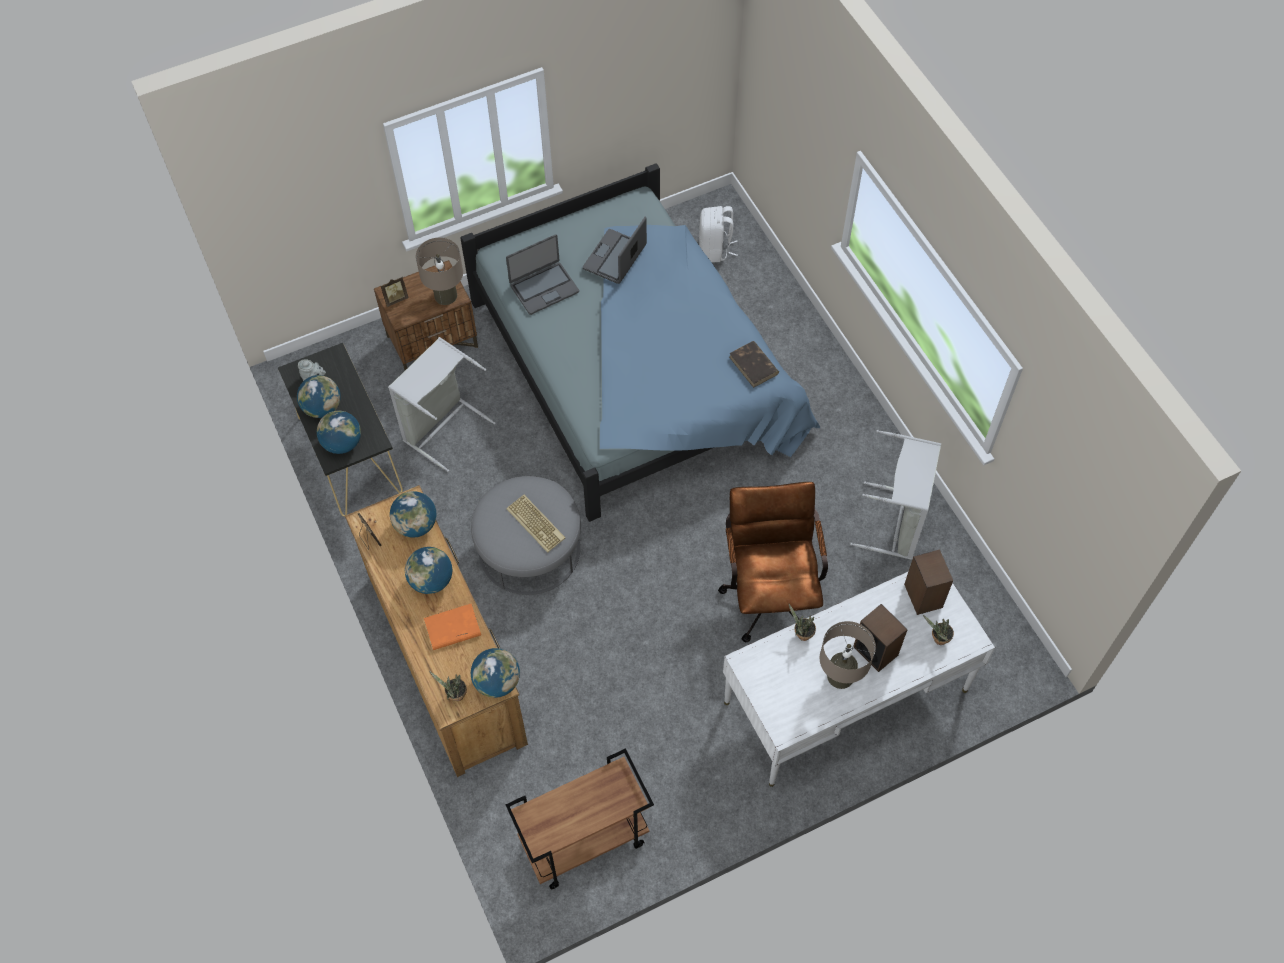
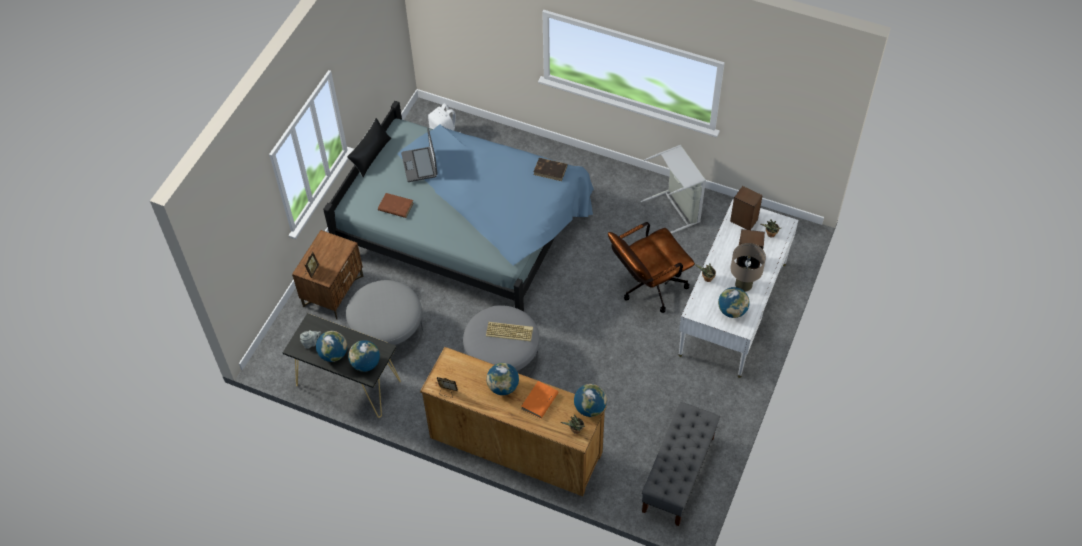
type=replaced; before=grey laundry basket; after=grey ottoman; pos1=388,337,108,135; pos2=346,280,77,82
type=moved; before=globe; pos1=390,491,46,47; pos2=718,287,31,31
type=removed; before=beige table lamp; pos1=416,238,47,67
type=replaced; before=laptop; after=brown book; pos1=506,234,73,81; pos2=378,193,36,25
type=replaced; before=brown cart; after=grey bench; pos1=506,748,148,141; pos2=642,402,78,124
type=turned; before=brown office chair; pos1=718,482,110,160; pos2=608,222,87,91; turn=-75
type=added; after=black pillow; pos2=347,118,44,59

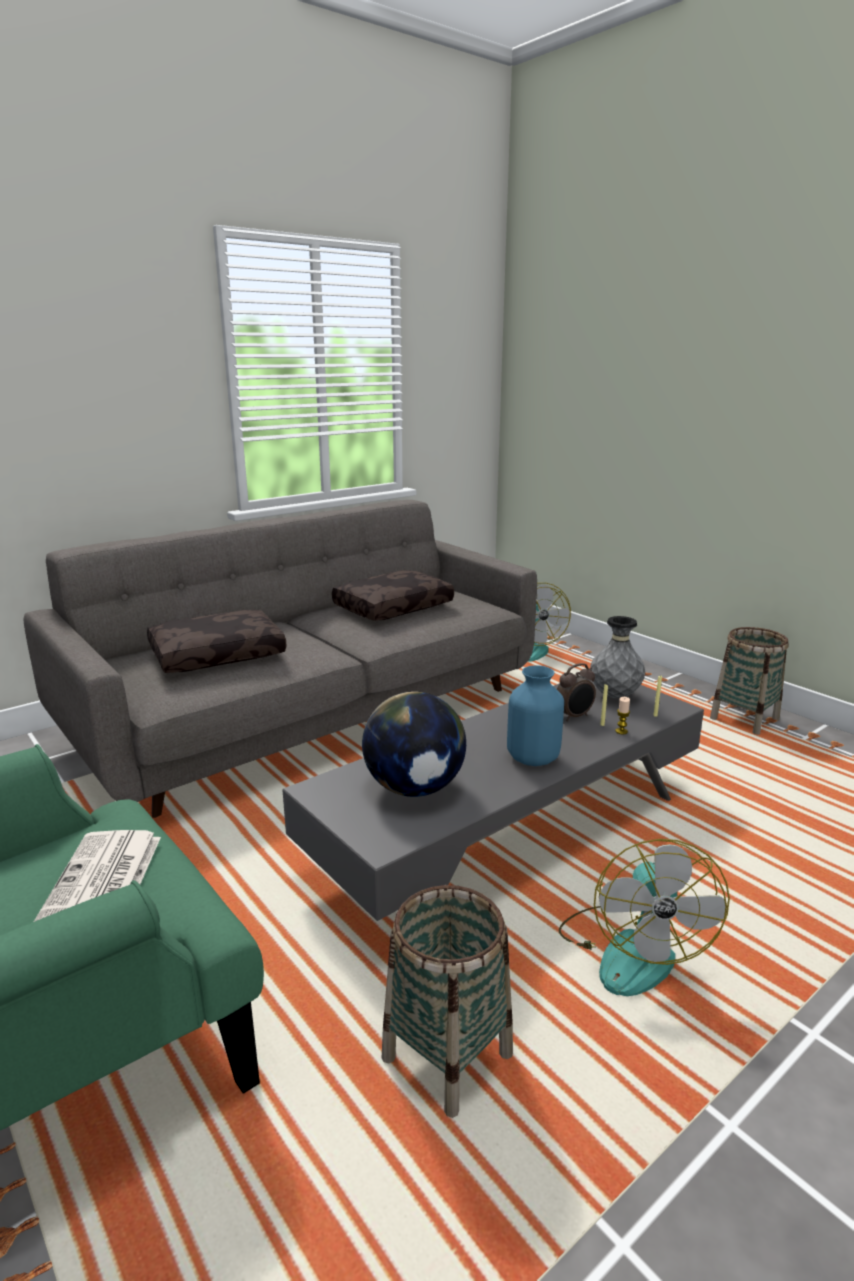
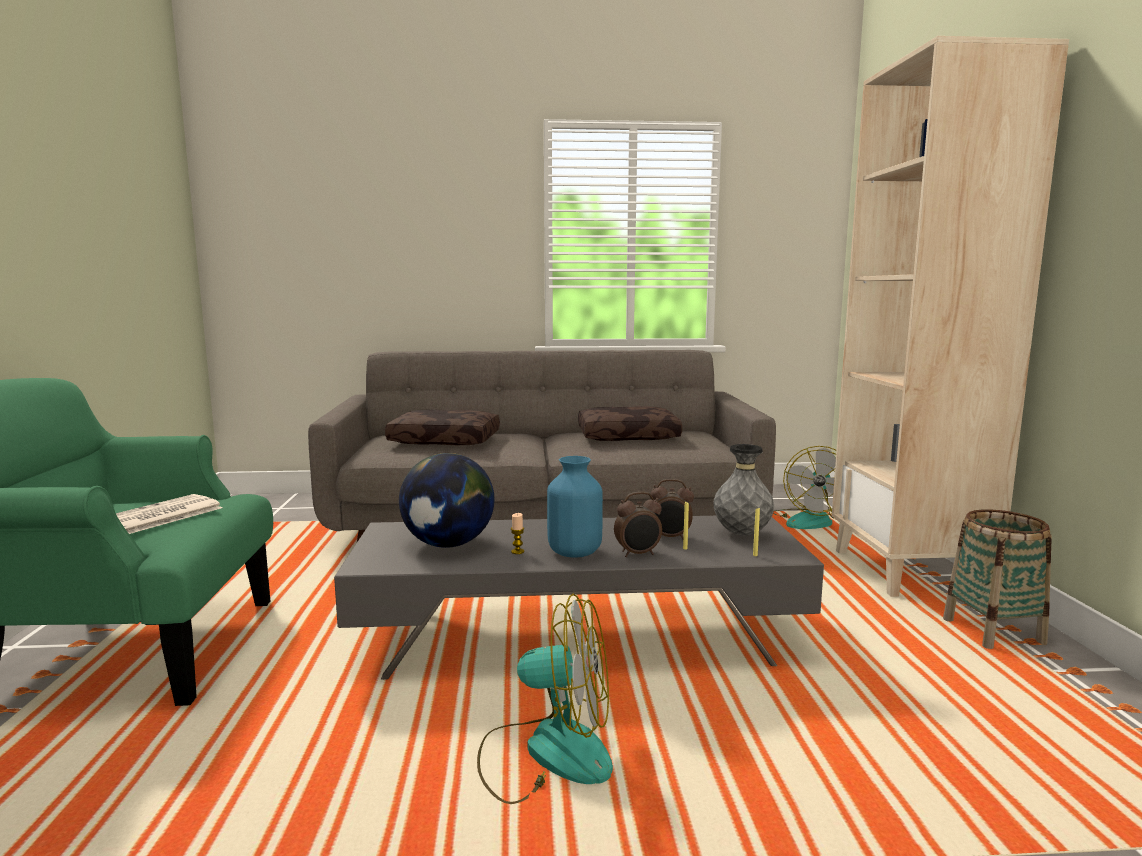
type=removed; before=basket; pos1=382,885,131,233
type=turned; before=fan; pos1=559,839,171,157; pos2=477,594,136,210; turn=-120
type=moved; before=candle; pos1=615,697,15,37; pos2=511,513,13,41
type=added; after=alarm clock; pos2=614,492,48,65
type=added; after=beige bookcase; pos2=832,36,237,561

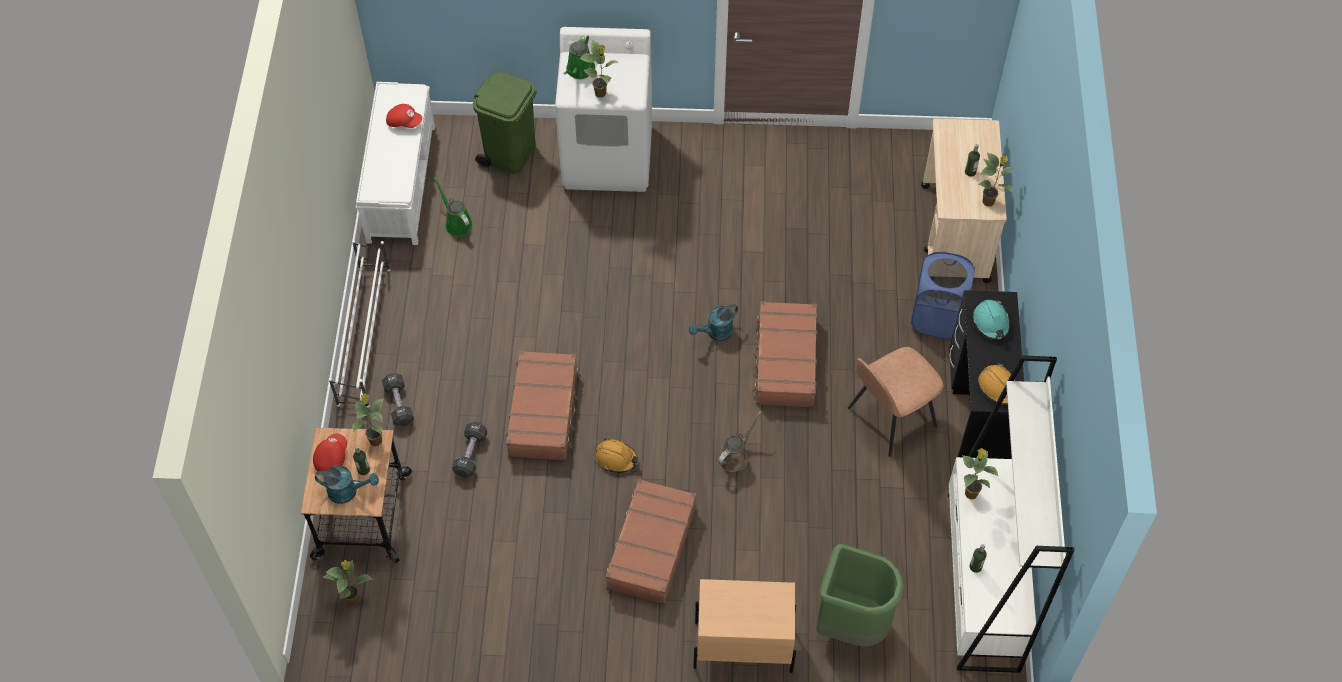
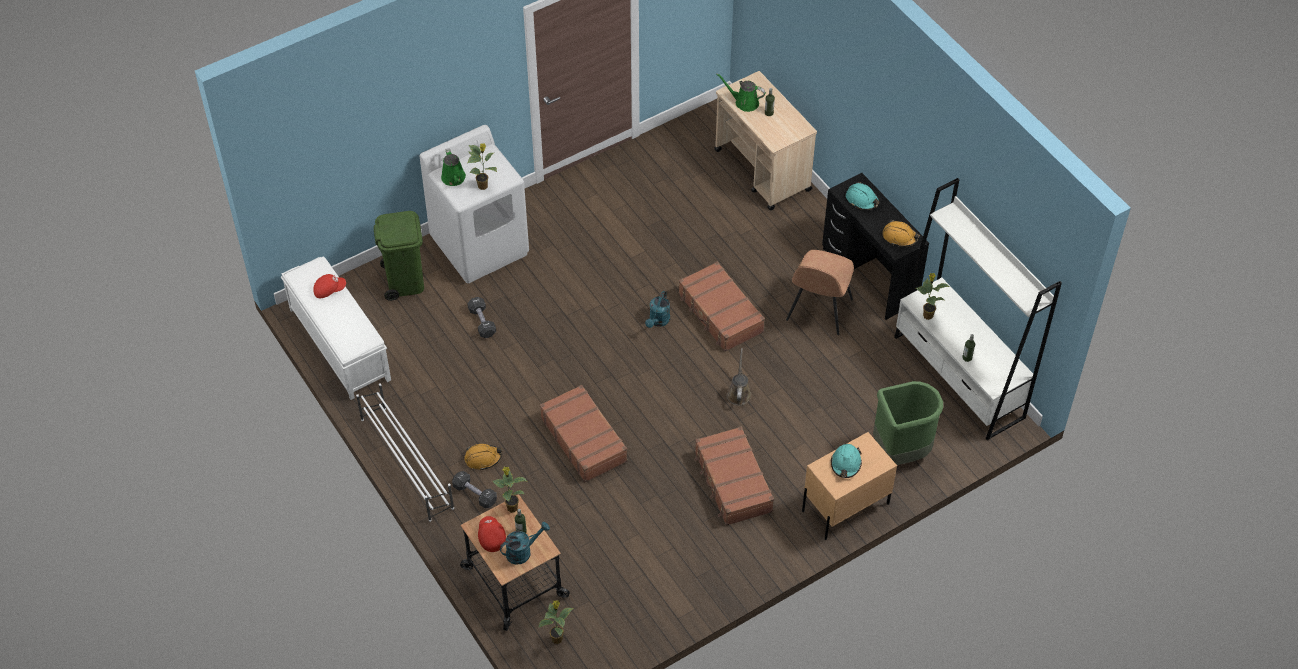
type=moved; before=green watering can; pos1=434,177,39,60; pos2=716,73,50,39
type=moved; before=black dumbbell; pos1=452,422,35,56; pos2=467,297,29,41
type=moved; before=orange hard hat; pos1=595,437,44,36; pos2=464,444,38,26
type=removed; before=blue laundry basket; pos1=911,252,64,87
type=removed; before=potted plant; pos1=979,153,35,54
type=added; after=turquoise hard hat; pos2=831,444,31,34

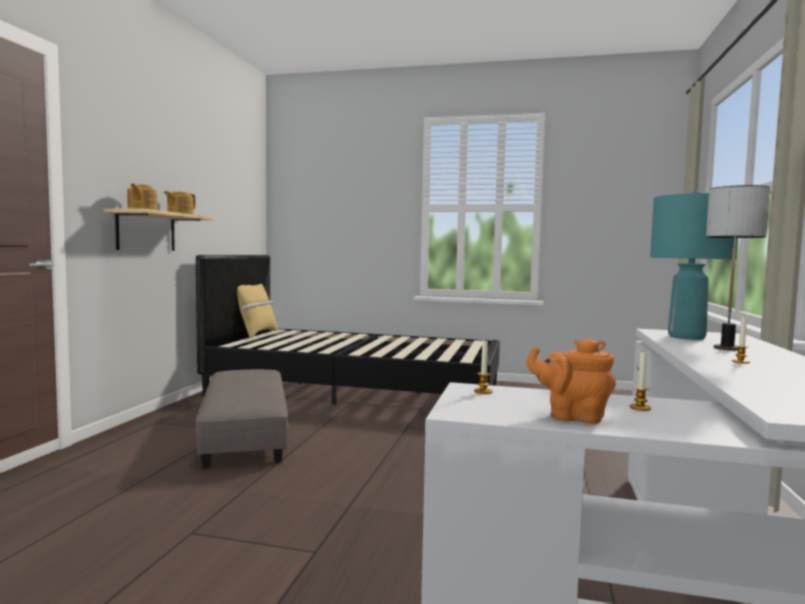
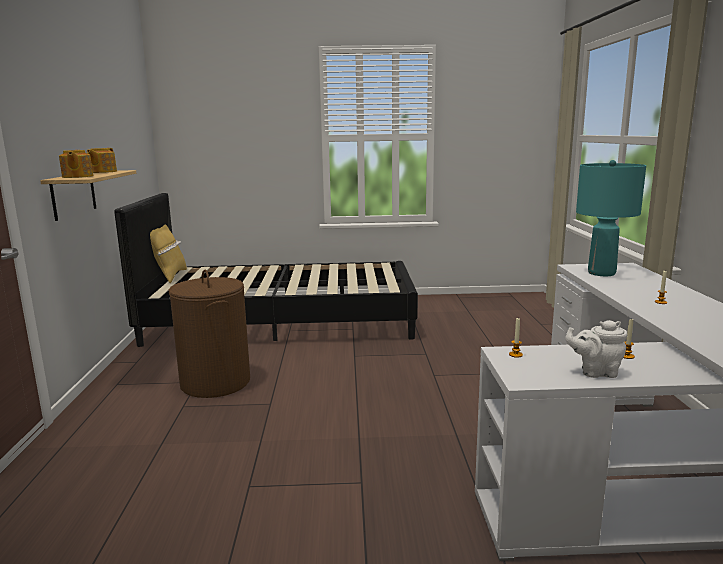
type=replaced; before=grey ottoman; after=brown laundry basket; pos1=196,369,92,99; pos2=168,270,82,128
type=recoloured; before=orange teapot; after=white teapot; pos1=526,338,90,86; pos2=565,320,62,58
type=removed; before=table lamp; pos1=706,185,64,166

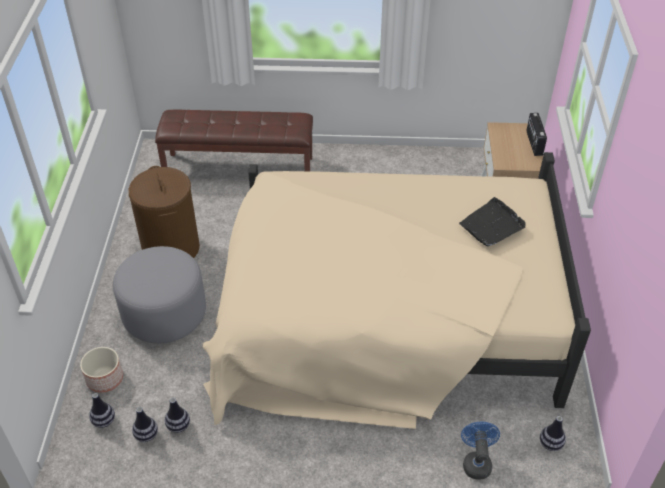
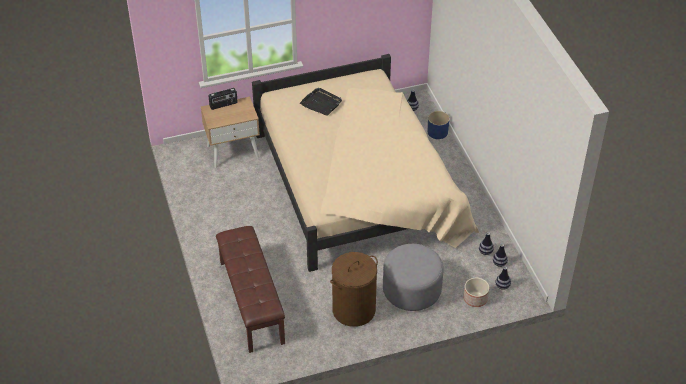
type=replaced; before=blue fan; after=blue planter; pos1=461,422,39,58; pos2=428,111,22,28

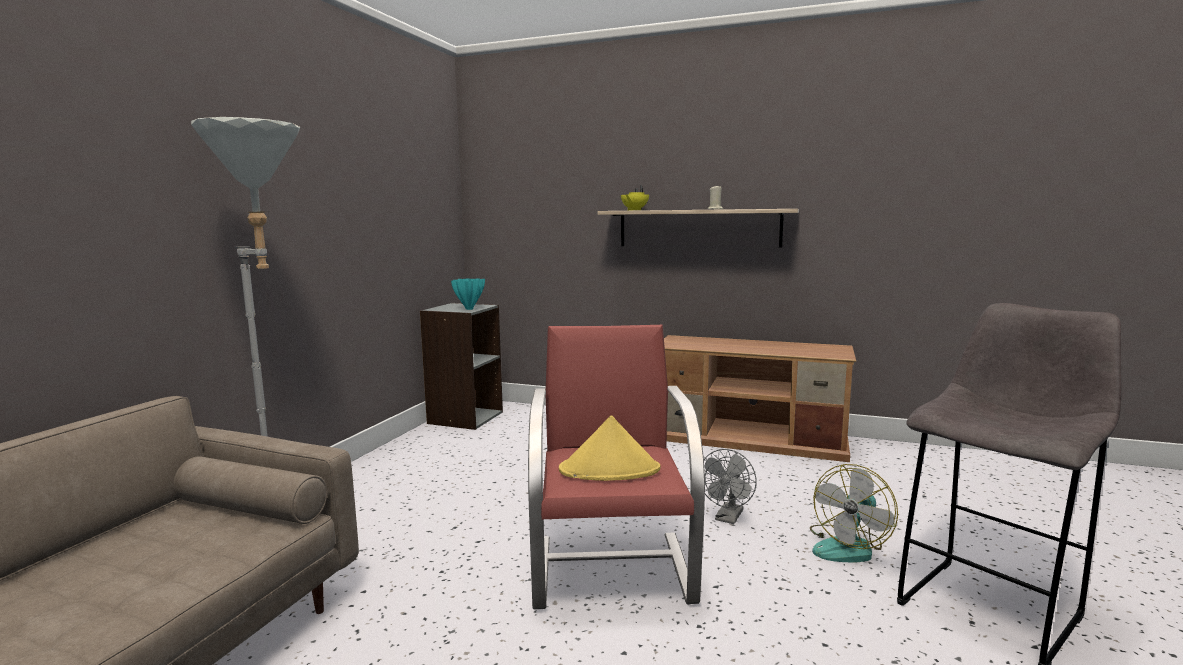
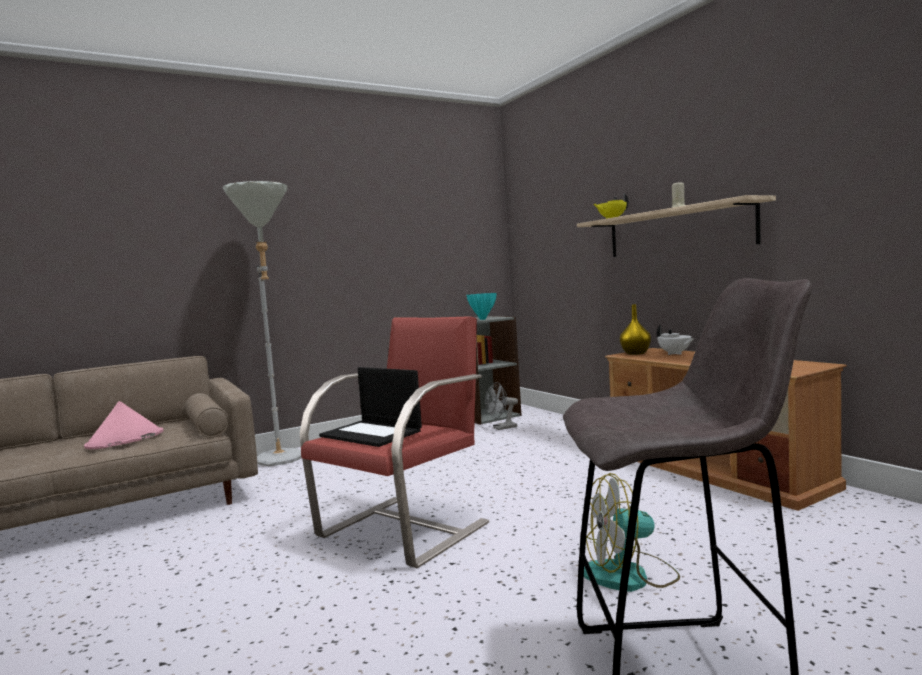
type=replaced; before=yellow hat; after=laptop; pos1=559,415,102,66; pos2=319,367,103,80
type=moved; before=grey fan; pos1=704,449,53,75; pos2=485,382,33,48
type=added; after=pink hat; pos2=84,401,80,48
type=added; after=yellow vase; pos2=620,304,31,51
type=added; after=white teapot; pos2=657,325,38,30

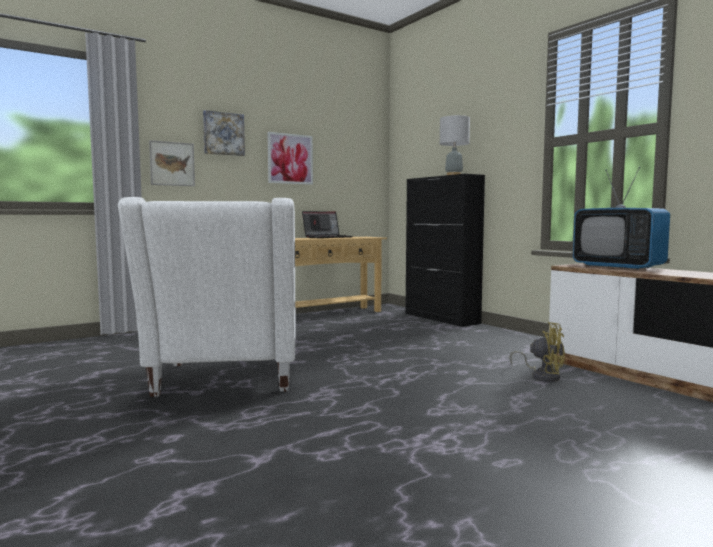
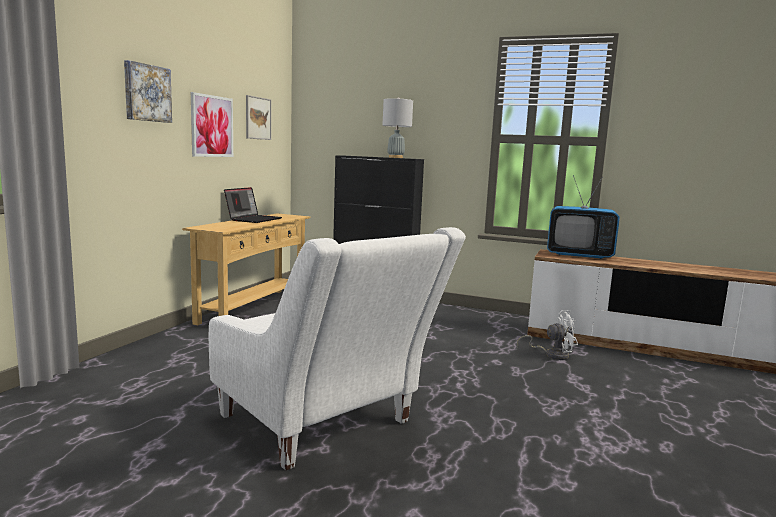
type=moved; before=picture; pos1=149,140,46,46; pos2=246,95,25,45
type=recoloured; before=yellow fan; after=white fan; pos1=510,322,55,60; pos2=517,310,61,50

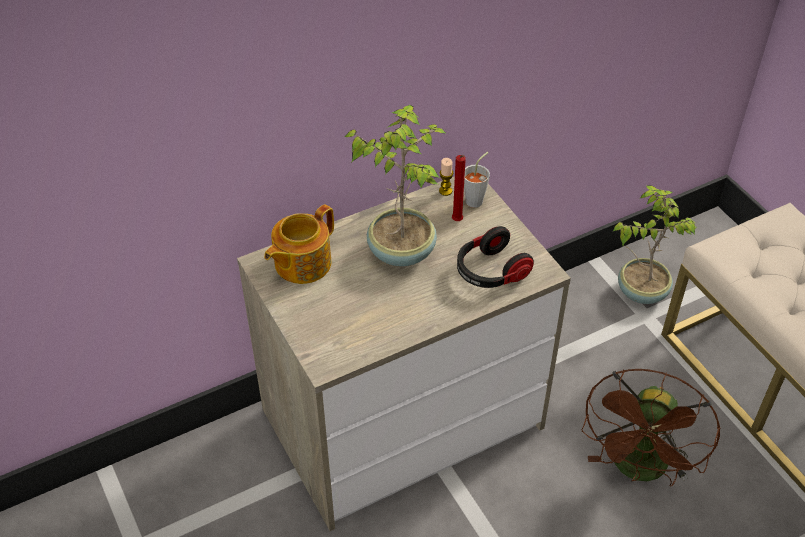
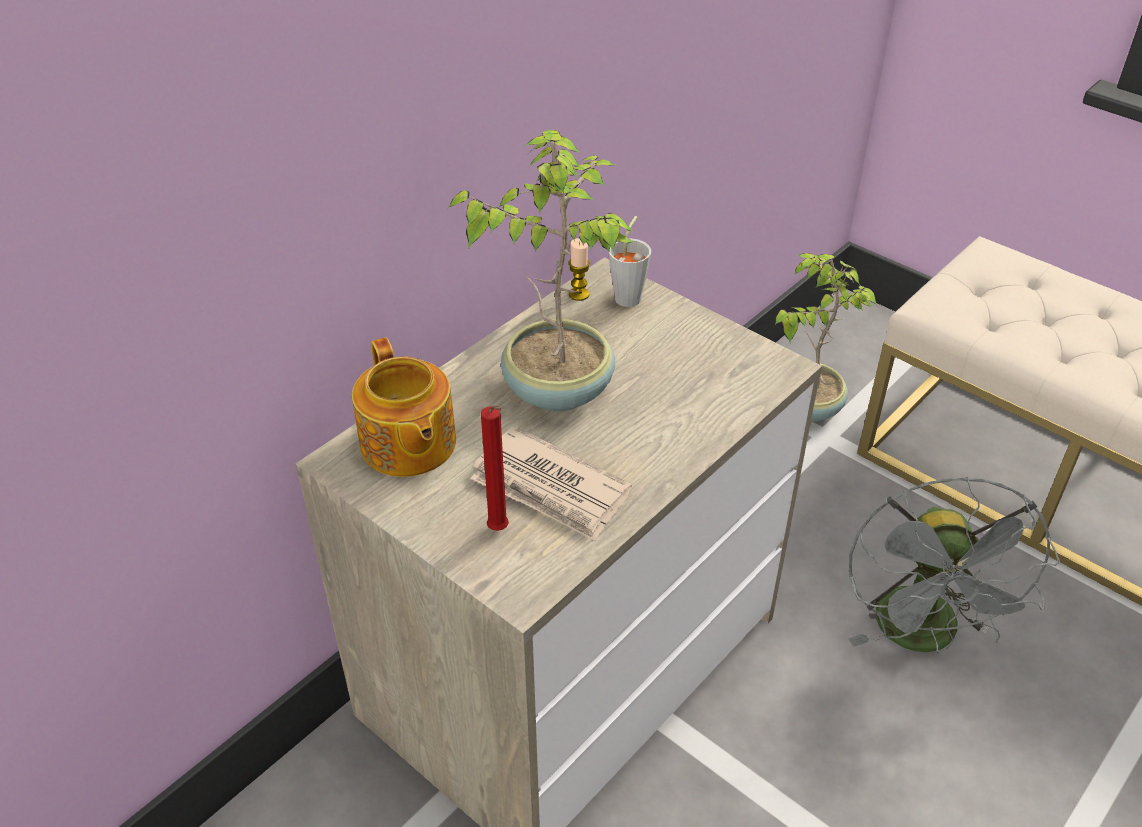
type=turned; before=teapot; pos1=264,204,70,80; pos2=352,337,104,140; turn=-45
type=moved; before=red candle; pos1=452,155,14,66; pos2=481,405,28,126
type=removed; before=headphones; pos1=457,226,77,62
type=recoloured; before=brown fan; after=grey fan; pos1=582,369,138,118; pos2=848,477,212,176
type=added; after=newspaper; pos2=470,426,162,115

